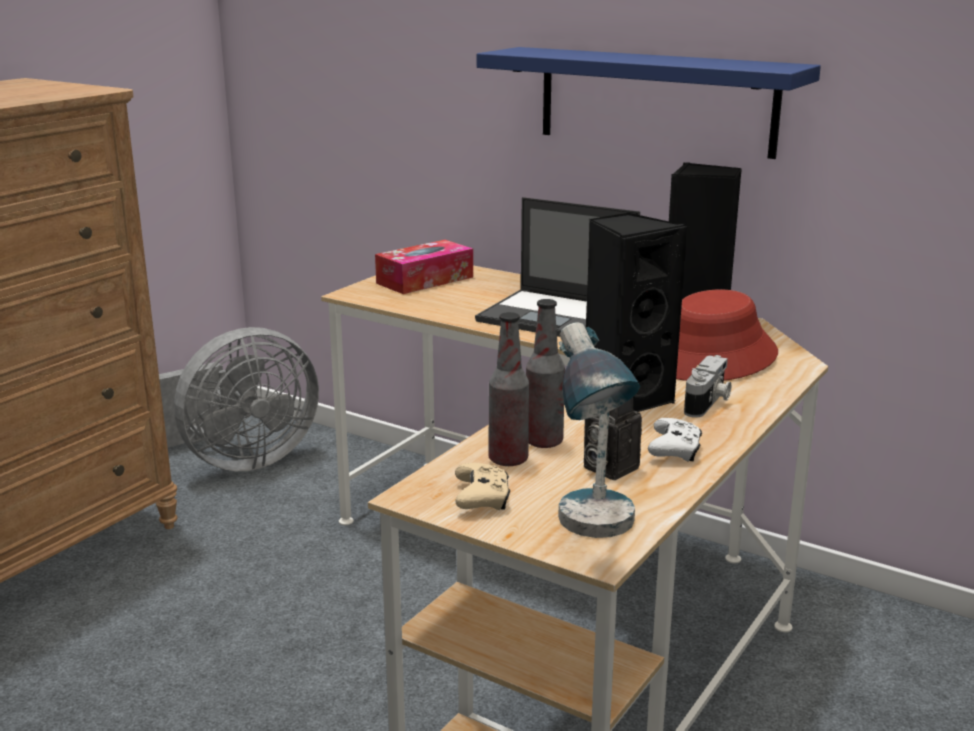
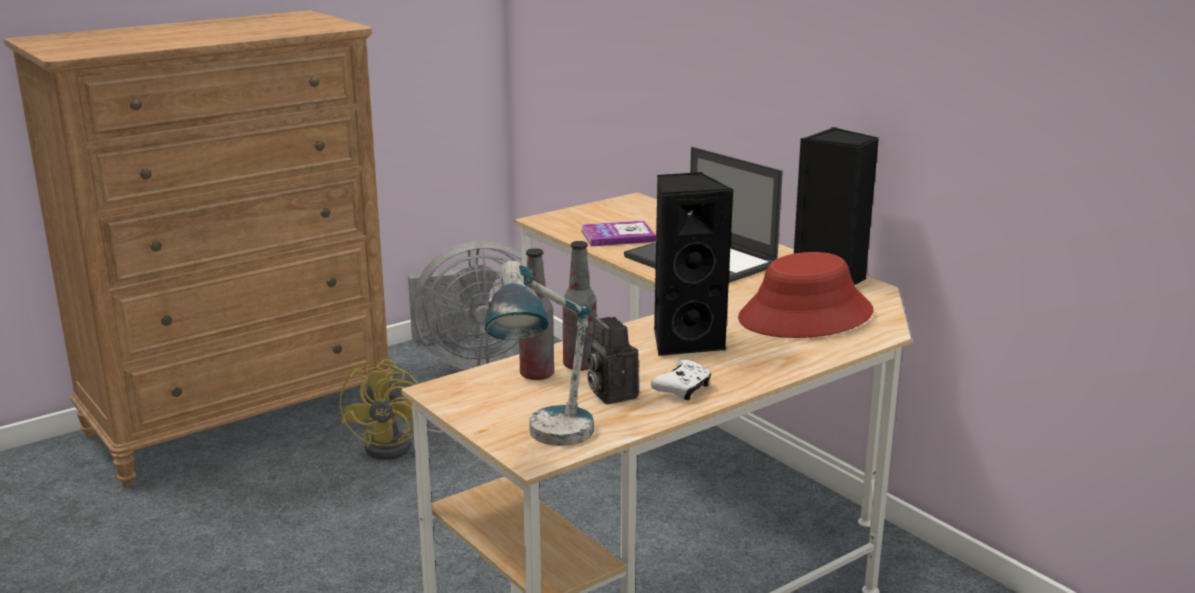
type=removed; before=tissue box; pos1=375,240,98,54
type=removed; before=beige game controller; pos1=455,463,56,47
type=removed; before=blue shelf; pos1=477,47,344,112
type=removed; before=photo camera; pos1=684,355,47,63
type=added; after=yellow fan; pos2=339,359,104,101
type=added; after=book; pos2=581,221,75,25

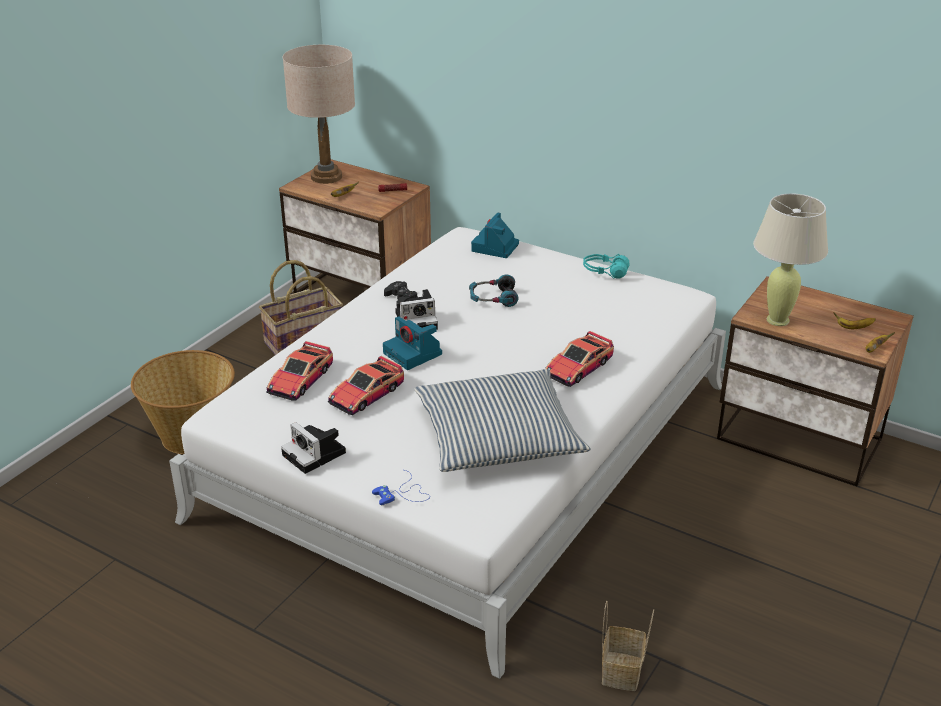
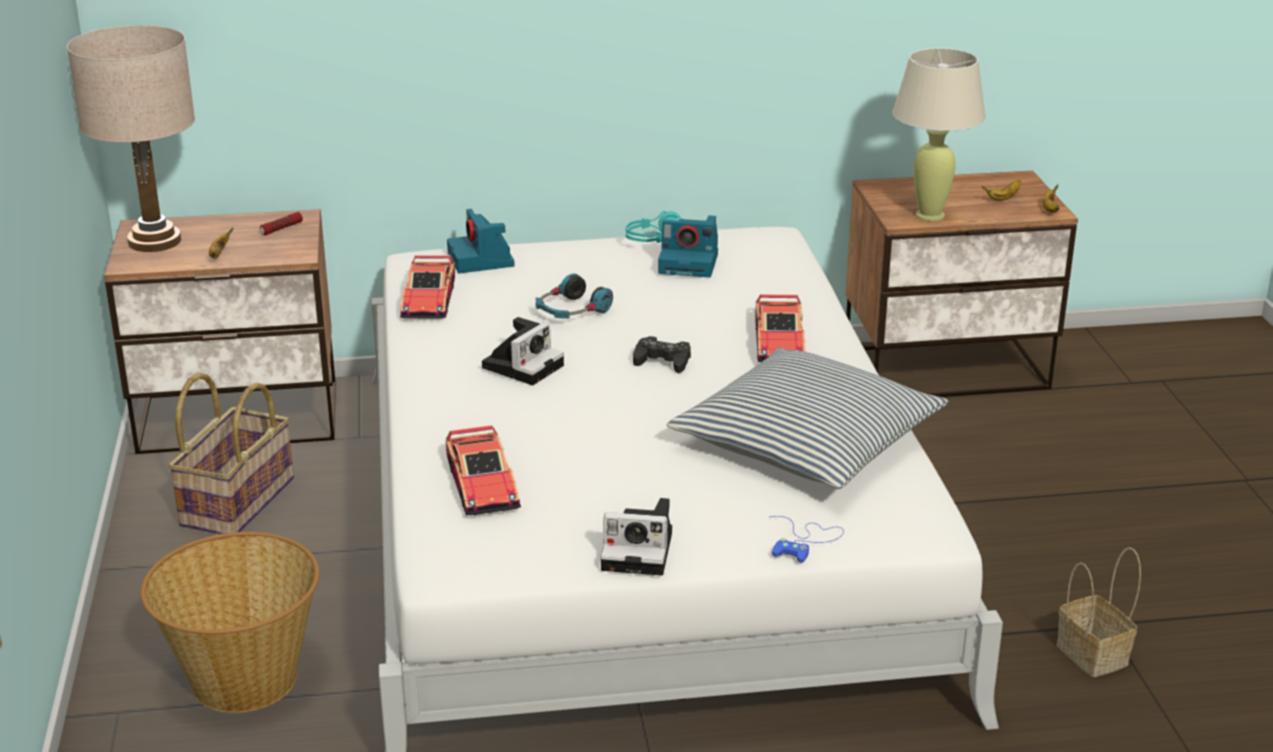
type=moved; before=toy car; pos1=328,356,76,59; pos2=400,255,55,64
type=moved; before=photo camera; pos1=383,316,59,54; pos2=658,215,60,62
type=moved; before=black game controller; pos1=384,281,34,27; pos2=633,336,58,37

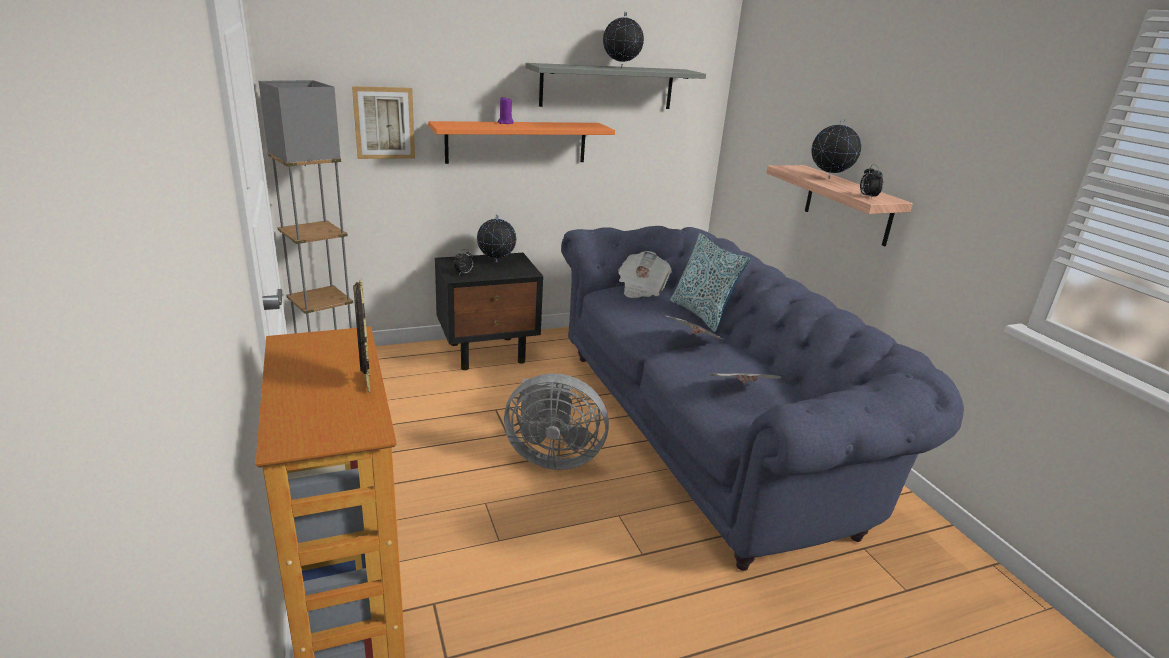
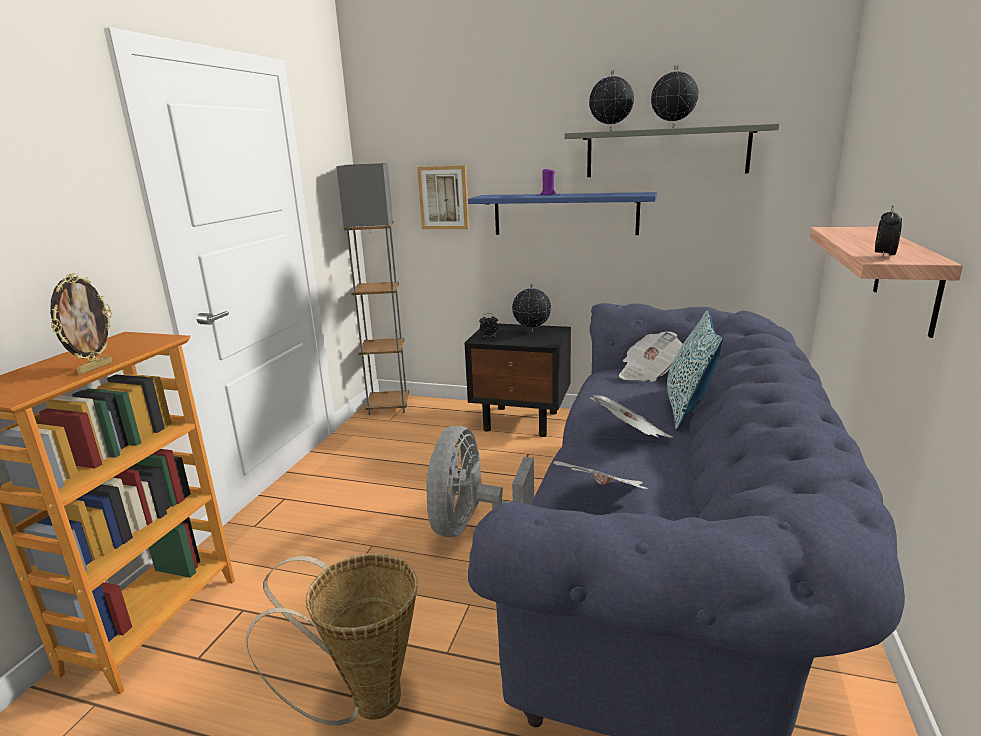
type=recoloured; before=orange shelf; after=blue shelf; pos1=428,121,187,43; pos2=468,192,189,43
type=turned; before=grey fan; pos1=504,373,105,97; pos2=426,426,108,111; turn=60
type=moved; before=globe; pos1=811,119,50,60; pos2=589,70,45,61
type=added; after=basket; pos2=245,554,173,172

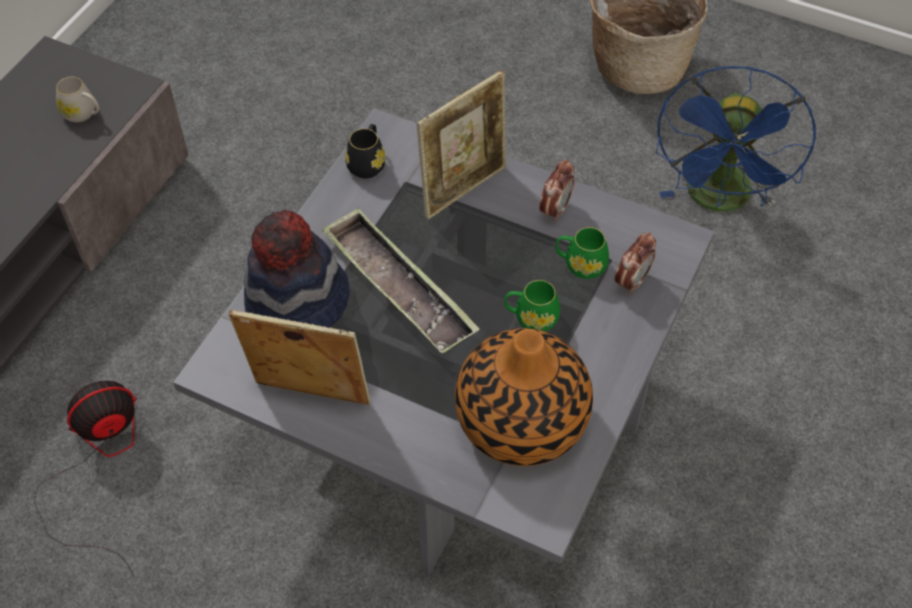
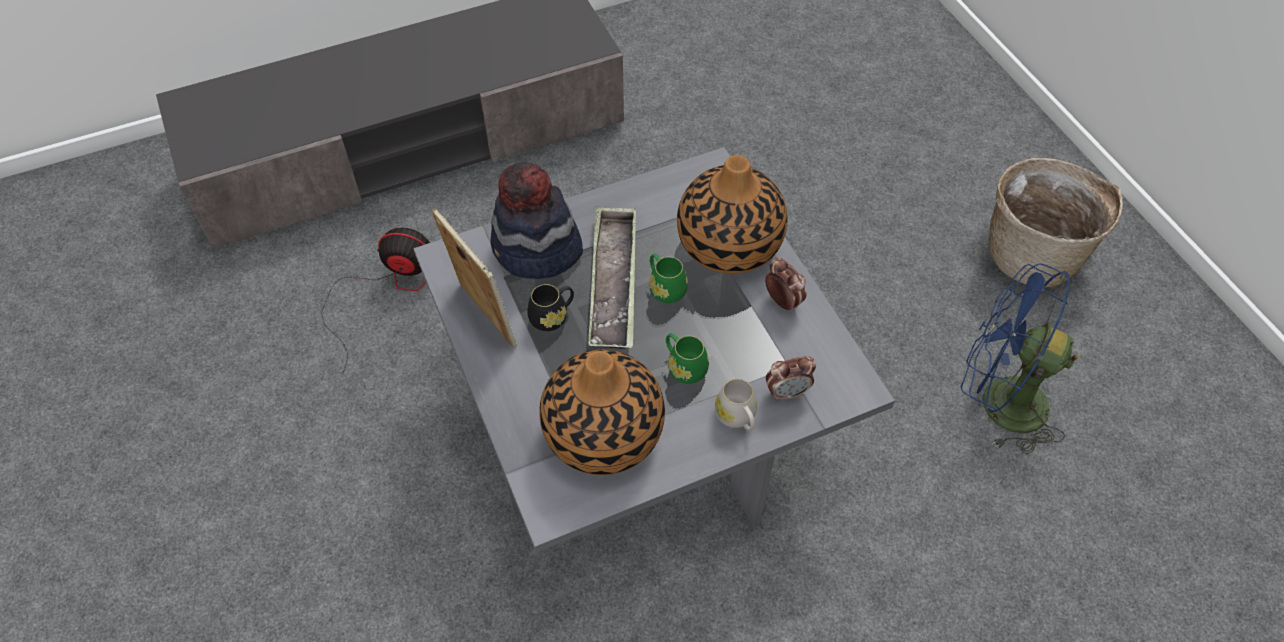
type=moved; before=white mug; pos1=56,77,43,45; pos2=715,379,42,52
type=moved; before=black mug; pos1=345,124,41,54; pos2=527,284,47,47
type=replaced; before=picture frame; after=vase; pos1=417,70,89,149; pos2=677,155,110,119
type=turned; before=alarm clock; pos1=539,159,35,63; pos2=765,257,42,55; turn=-105
type=moved; before=green mug; pos1=555,227,54,52; pos2=649,254,39,49
type=turned; before=blue fan; pos1=656,66,161,146; pos2=960,263,118,191; turn=60

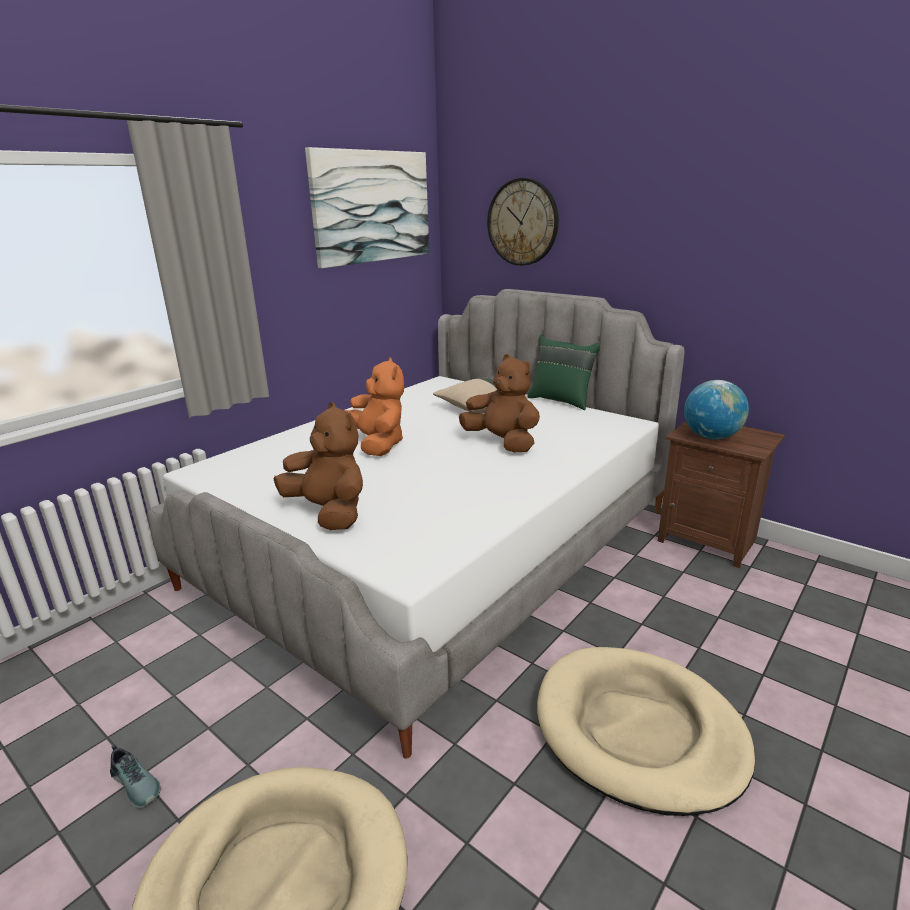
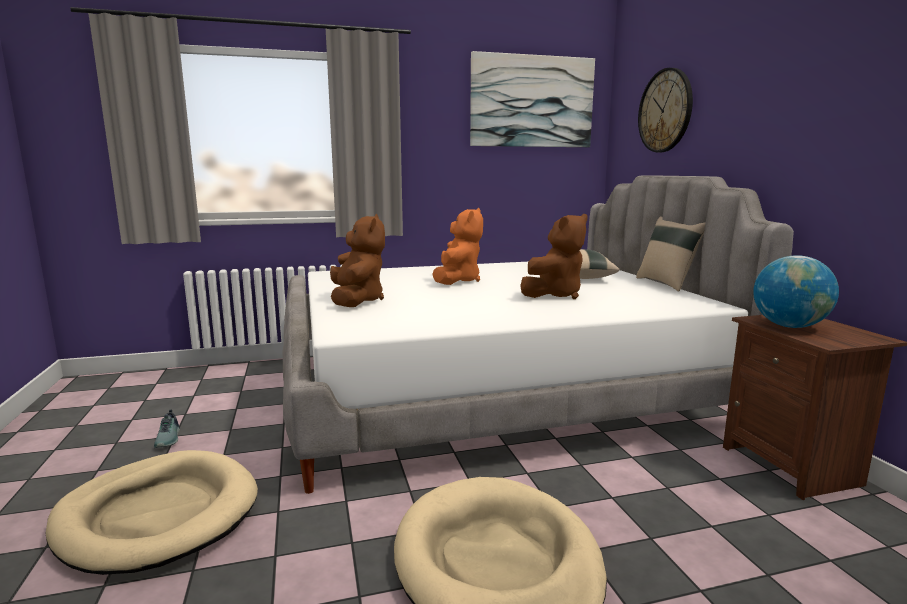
type=turned; before=brown plush toy; pos1=459,354,81,98; pos2=520,214,67,85; turn=60
type=recoloured; before=green pillow; after=beige pillow; pos1=527,335,73,75; pos2=636,216,70,76

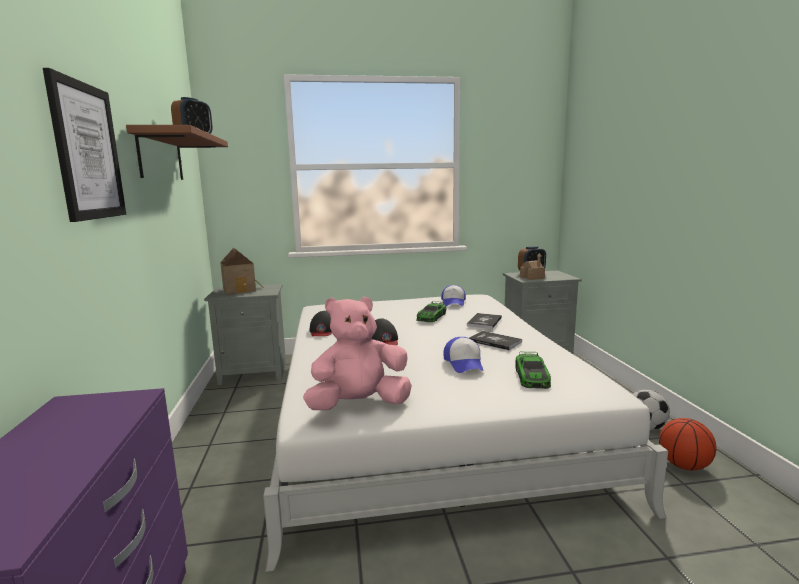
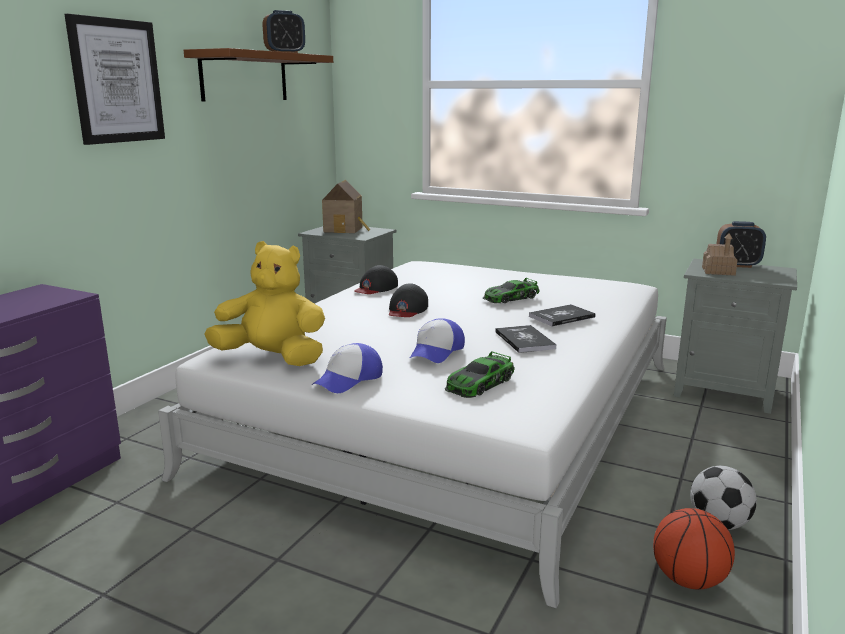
type=recoloured; before=pink plush toy; after=yellow plush toy; pos1=303,297,109,113; pos2=205,241,120,125
type=moved; before=cap; pos1=441,285,25,21; pos2=312,343,71,50

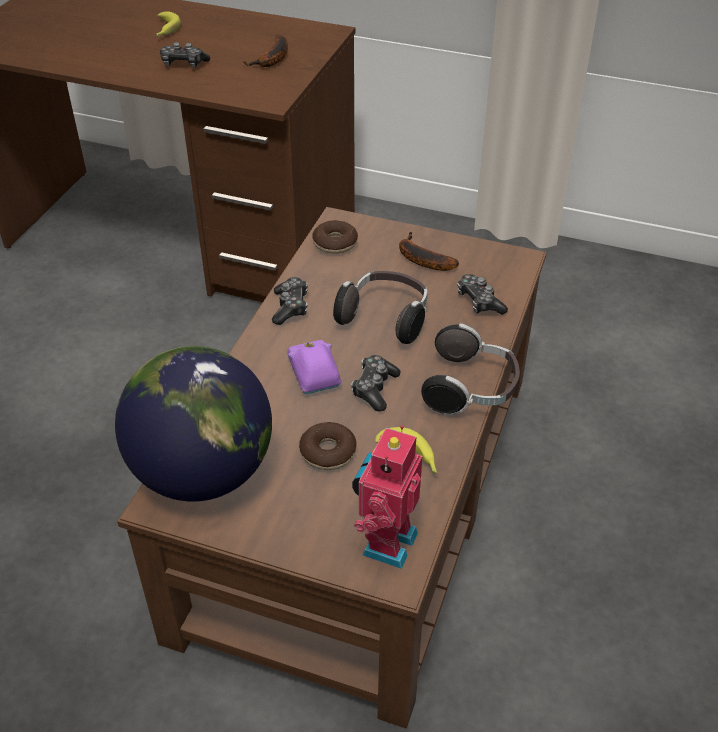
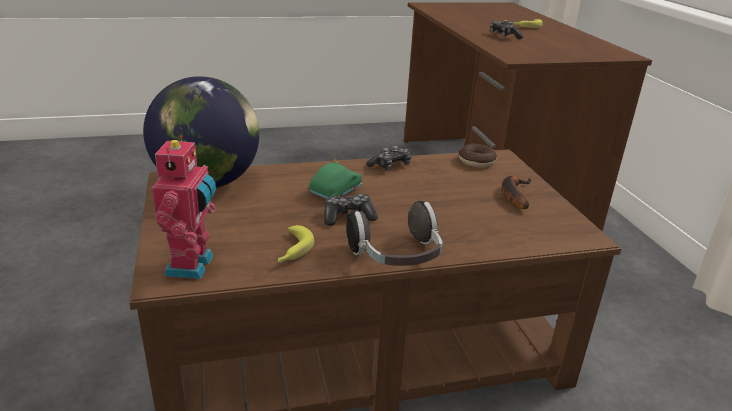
type=removed; before=banana; pos1=244,34,44,33
type=recoloured; before=purple toy car; after=green toy car; pos1=287,340,54,54; pos2=308,158,54,41
type=removed; before=donut; pos1=299,422,57,48
type=removed; before=headphones; pos1=333,271,95,73
type=turned; before=toy robot; pos1=352,426,70,143; pos2=152,135,64,144; turn=105
type=removed; before=game controller; pos1=457,274,51,41

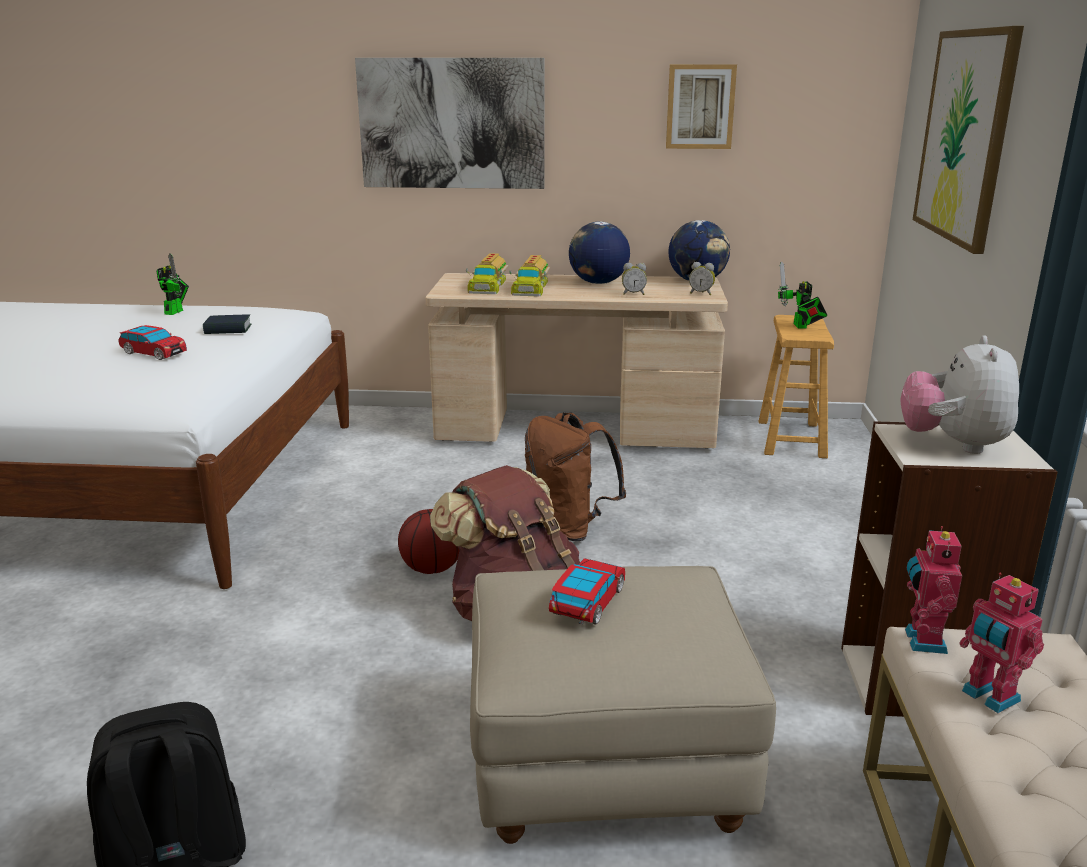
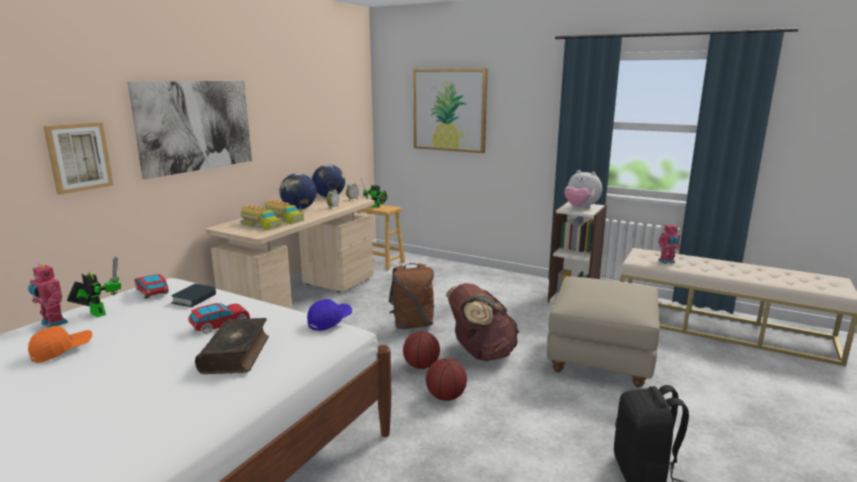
type=moved; before=toy car; pos1=549,559,76,66; pos2=135,274,34,25
type=moved; before=picture; pos1=666,64,71,85; pos2=43,122,70,72
type=moved; before=toy robot; pos1=905,526,57,128; pos2=28,264,40,63
type=added; after=orange cap; pos2=28,326,64,37
type=added; after=book; pos2=195,318,74,56
type=added; after=blue cap; pos2=307,299,45,32
type=added; after=basketball; pos2=426,358,41,43

